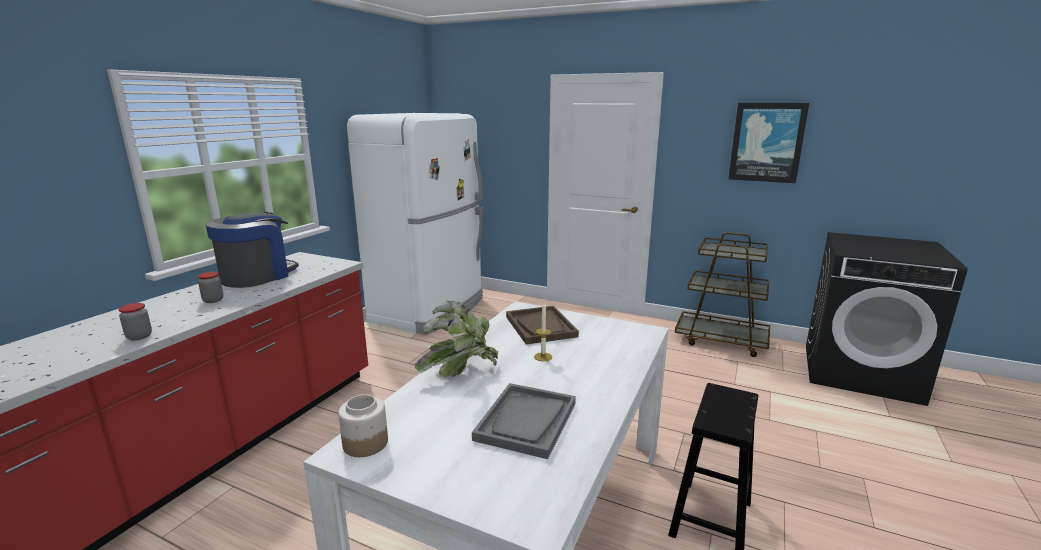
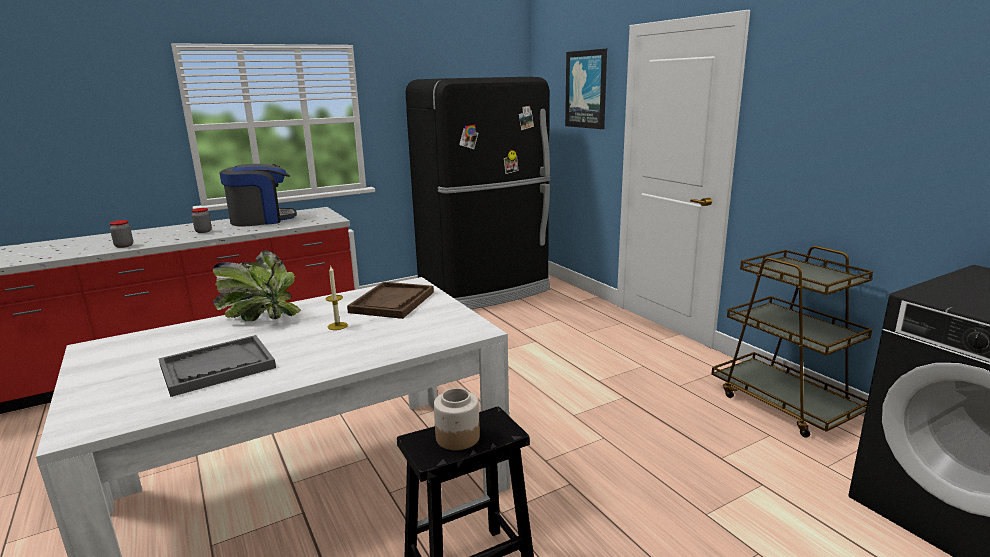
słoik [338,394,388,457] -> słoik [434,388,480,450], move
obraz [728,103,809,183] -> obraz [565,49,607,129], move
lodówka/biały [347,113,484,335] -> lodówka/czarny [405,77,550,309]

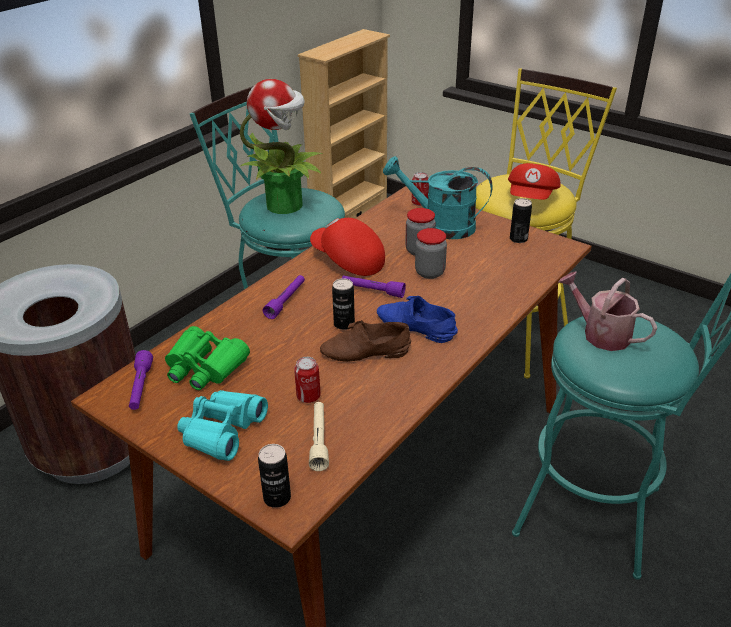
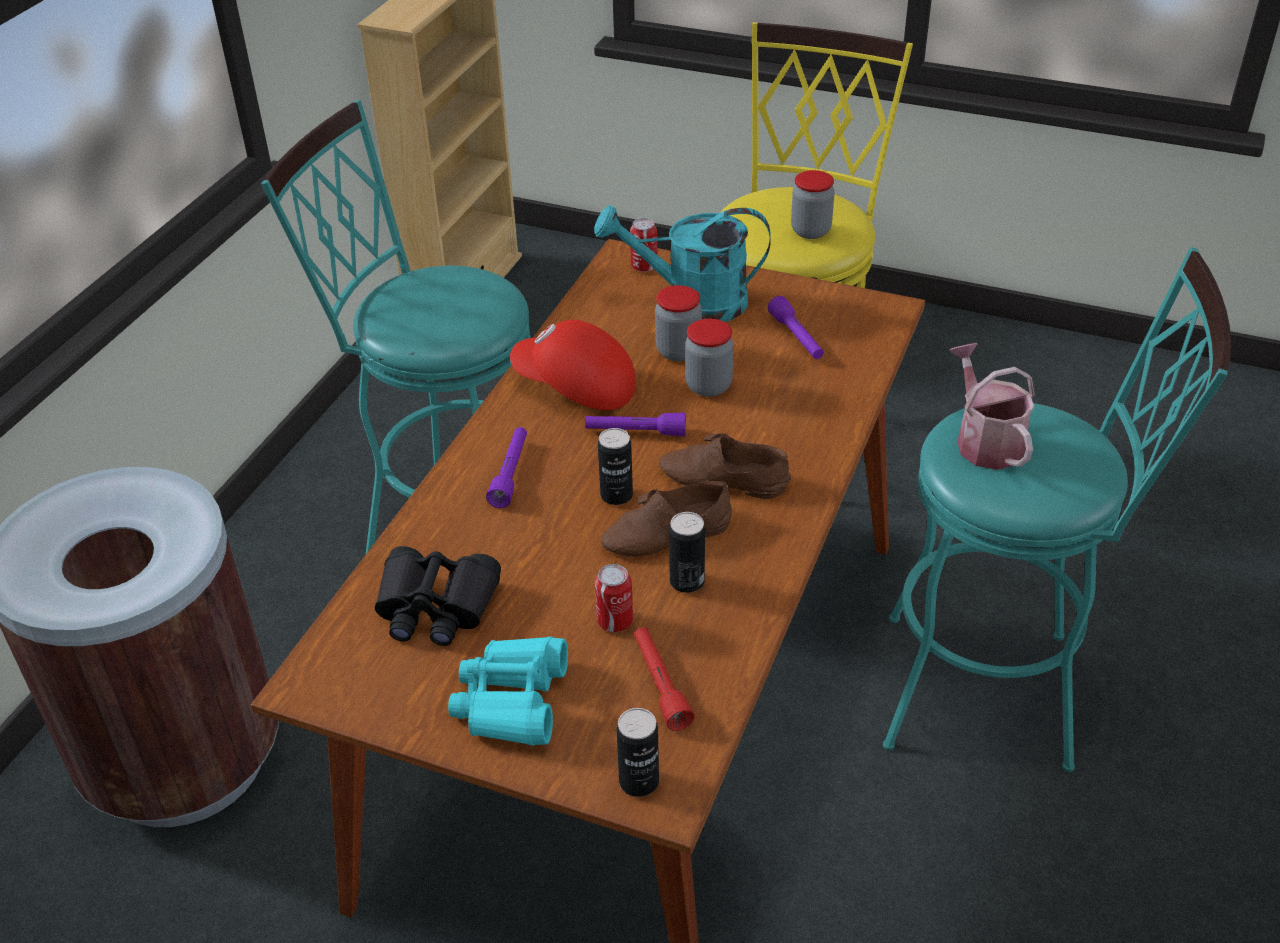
roślina doniczkowa [240,79,322,214] -> none
latarka/fioletowy [129,350,153,410] -> latarka/fioletowy [768,296,824,359], move
puszka [510,198,532,243] -> puszka [669,512,705,593], move
czapka z daszkiem/czerwony [508,163,561,200] -> słoik [791,170,835,239]
lornetka/zielony [165,326,250,390] -> lornetka/czarny [375,546,501,646]
latarka/beżowy [309,402,329,471] -> latarka/czerwony [634,627,695,731]
but/niebieski [377,296,458,343] -> but/brązowy [659,433,791,499]
konewka [558,271,658,351] -> konewka [949,343,1035,470], 45 degrees clockwise

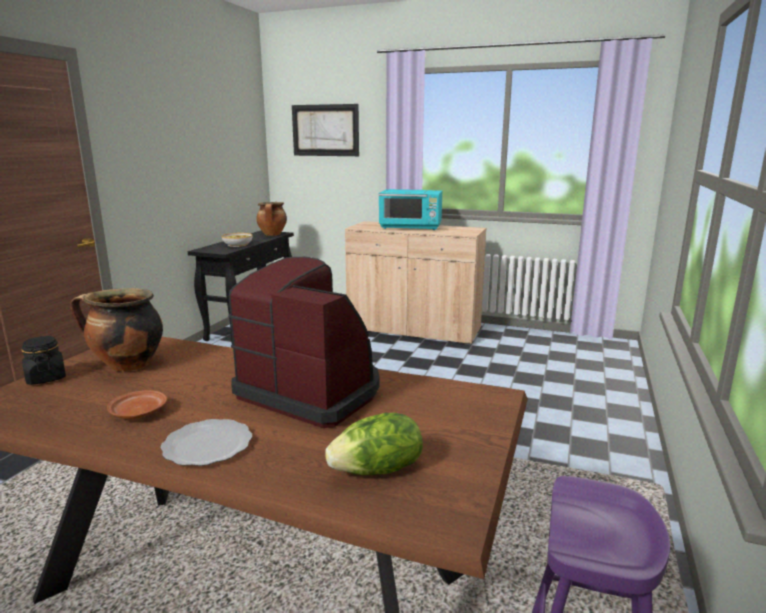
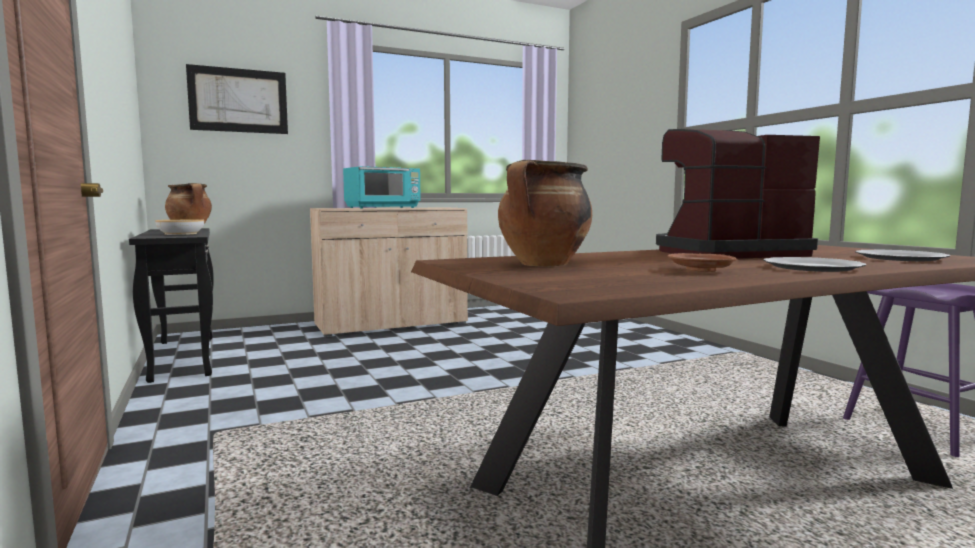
słoik/czarny [22,336,66,385] -> none
sałata [325,413,423,475] -> talerz [855,250,950,261]

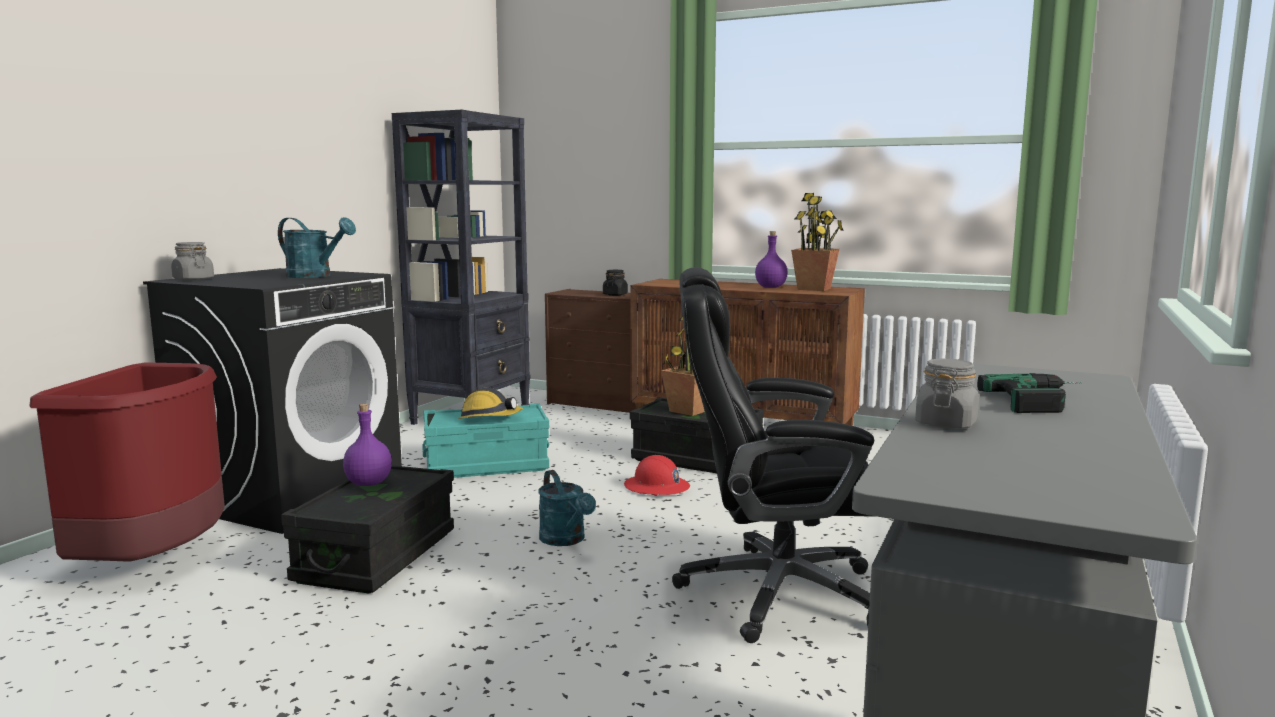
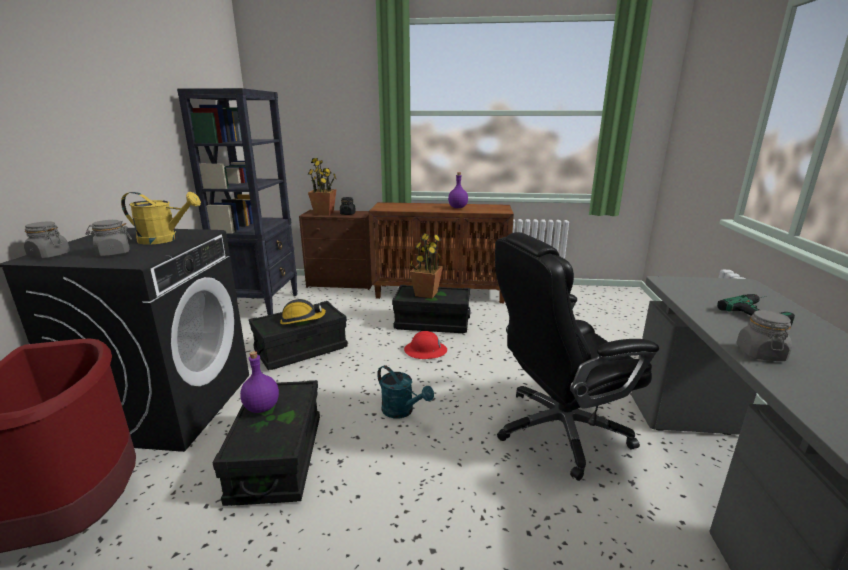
none -> słoik/szary [86,220,132,256]
roślina doniczkowa [791,193,844,291] -> roślina doniczkowa [308,158,337,215], move
konewka/turkusowy [278,217,356,278] -> konewka/żółty [121,192,201,245]
pojemnik do przechowywania/turkusowy [422,404,549,478] -> pojemnik do przechowywania/czarny [249,301,348,370]

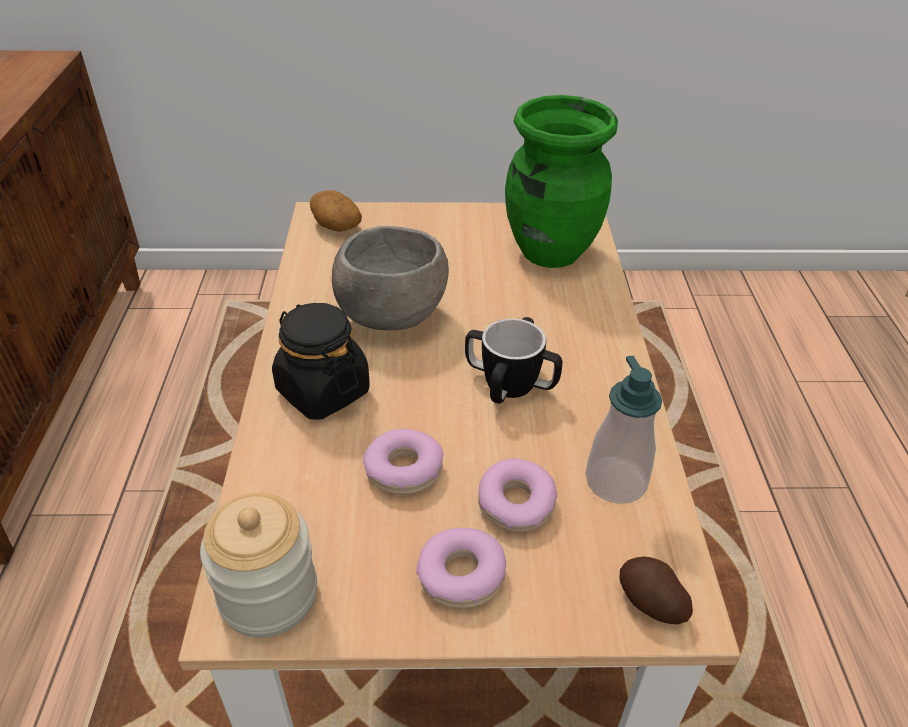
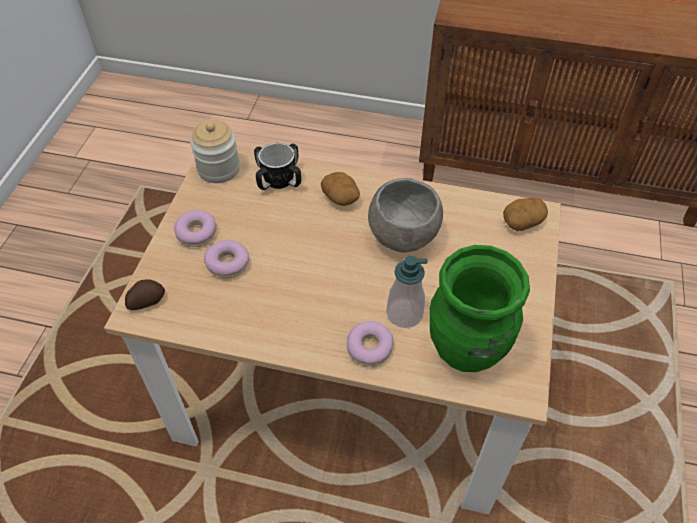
donut [363,429,443,495] -> donut [347,321,393,366], move
kubek [465,317,563,403] -> kubek [254,143,301,190], move
dozownik mydła [585,356,662,504] -> dozownik mydła [386,256,428,328], move
słoik/czarny [272,303,370,420] -> ziemniak [321,172,360,206]

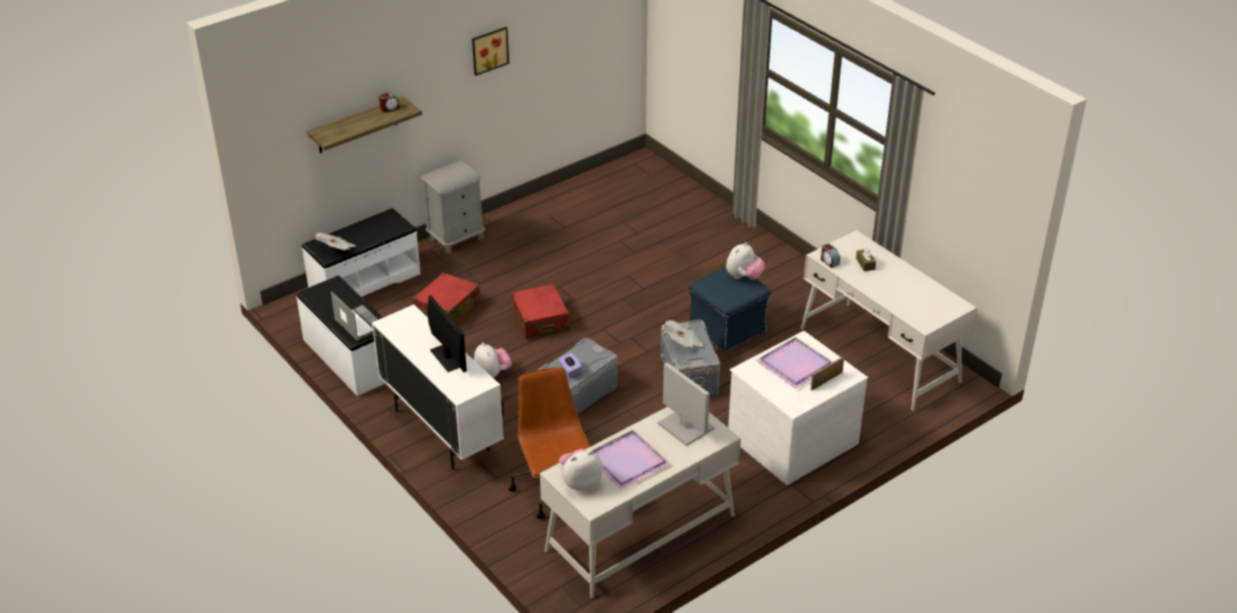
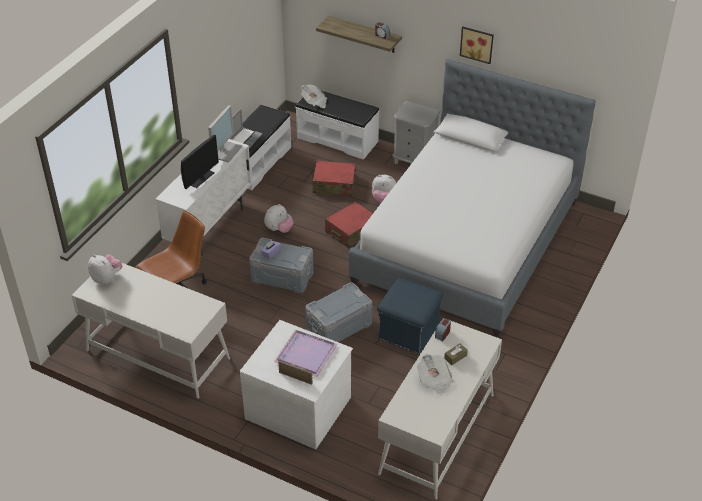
taca/fioletowy [592,430,670,490] -> none
none -> łóżko [348,59,596,337]
monitor [658,362,715,446] -> monitor [208,105,242,163], move
gazeta [662,320,703,348] -> gazeta [417,354,453,395], move
pluszak [726,242,765,280] -> pluszak [372,175,396,203], move

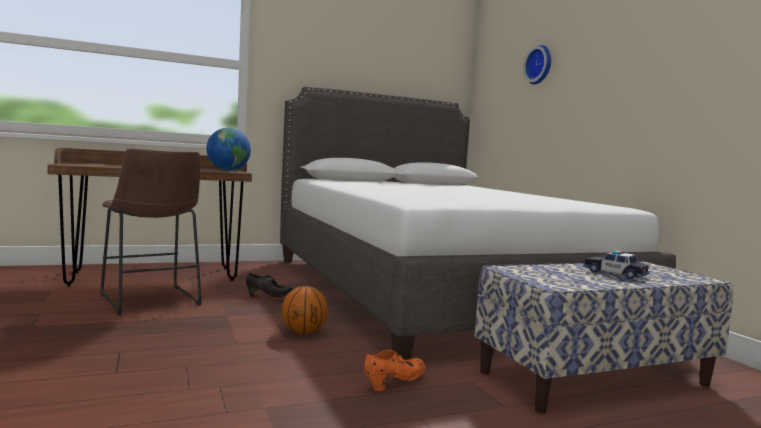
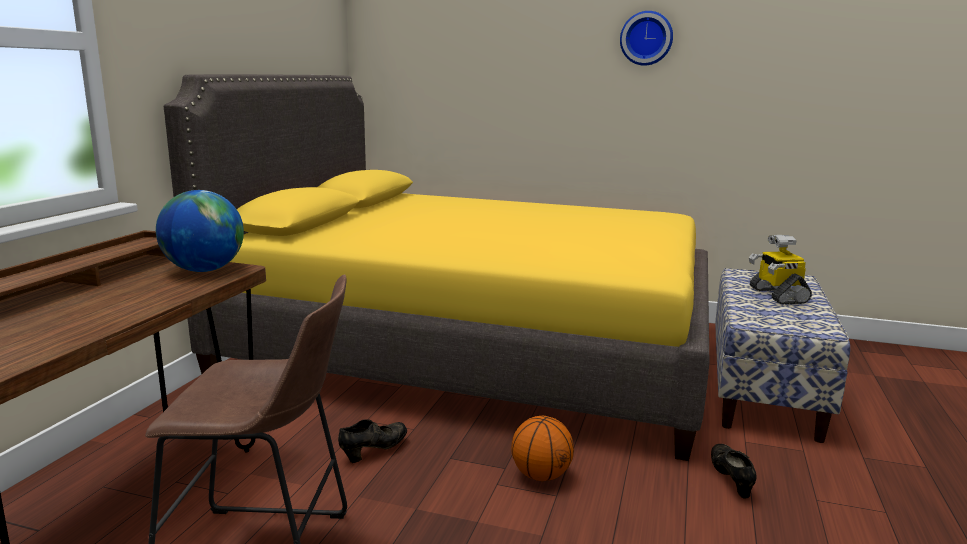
zegar ścienny [523,44,551,84] -> zegar ścienny [620,11,673,66], move
samochodzik [583,250,649,279] -> robot zabawkowy [749,235,812,304]
łóżko/biały [280,86,676,360] -> łóżko/żółty [163,74,709,461]
but/pomarańczowy [364,350,426,391] -> but/czarny [711,444,757,499]

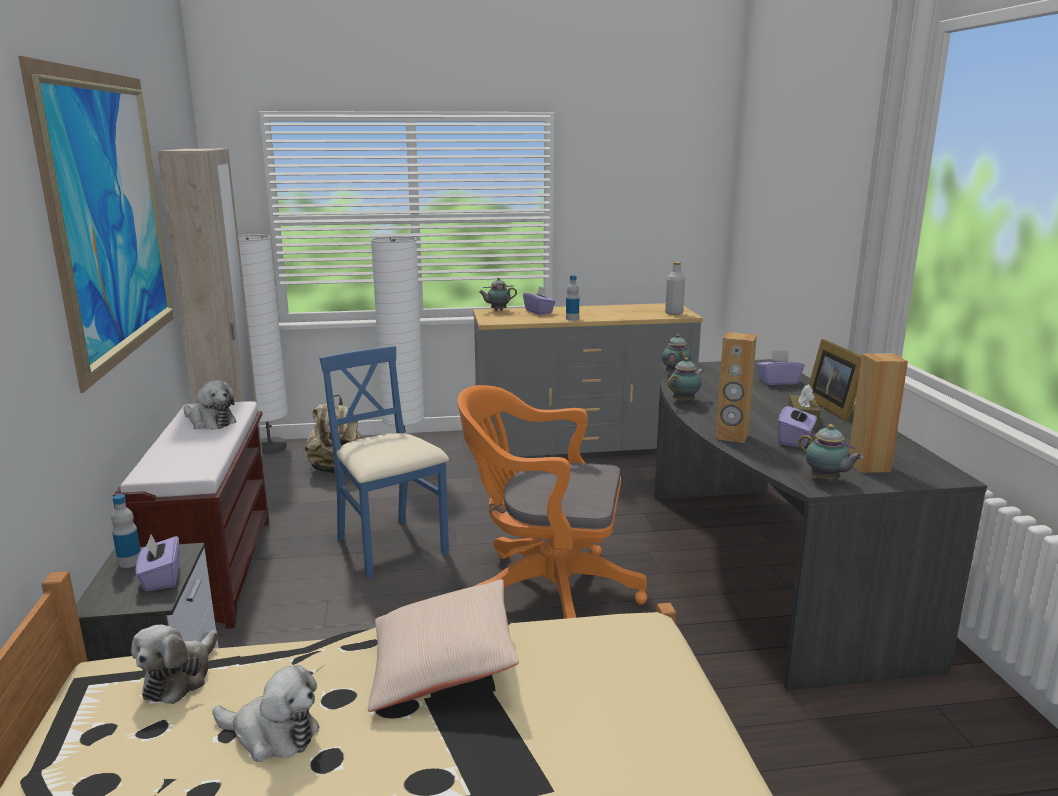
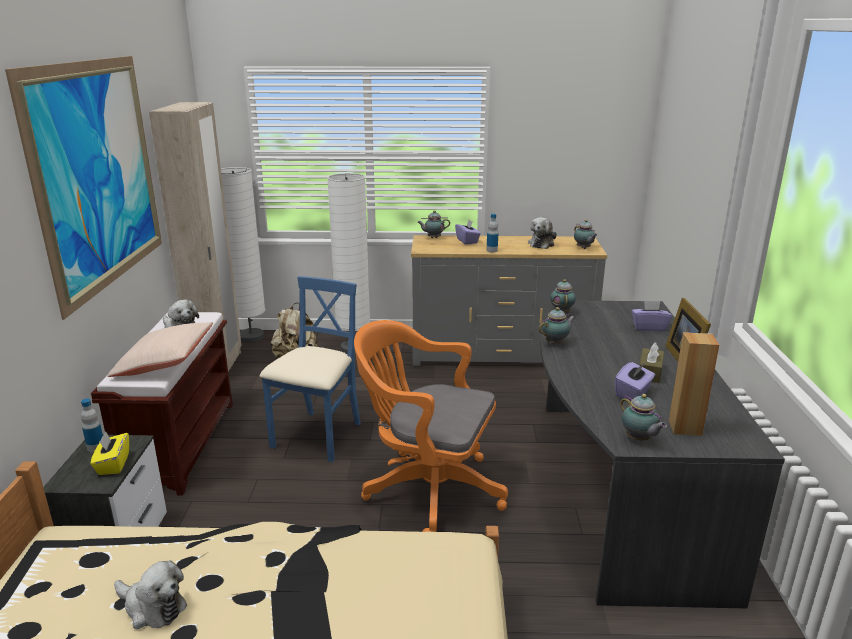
głośnik/brązowy [715,332,757,443] -> none
pluszak [131,625,218,704] -> pluszak [528,217,557,249], move
poduszka/beżowy [368,579,519,712] -> poduszka/beżowy [107,322,213,377], move
butelka/szary [665,262,685,315] -> imbryk [574,220,597,249]
pudełko chusteczek/fioletowy [136,534,180,591] -> pudełko chusteczek/żółty [90,431,129,475]
krzesło/niebieski [320,346,449,579] -> krzesło/niebieski [260,276,360,462], 45 degrees clockwise

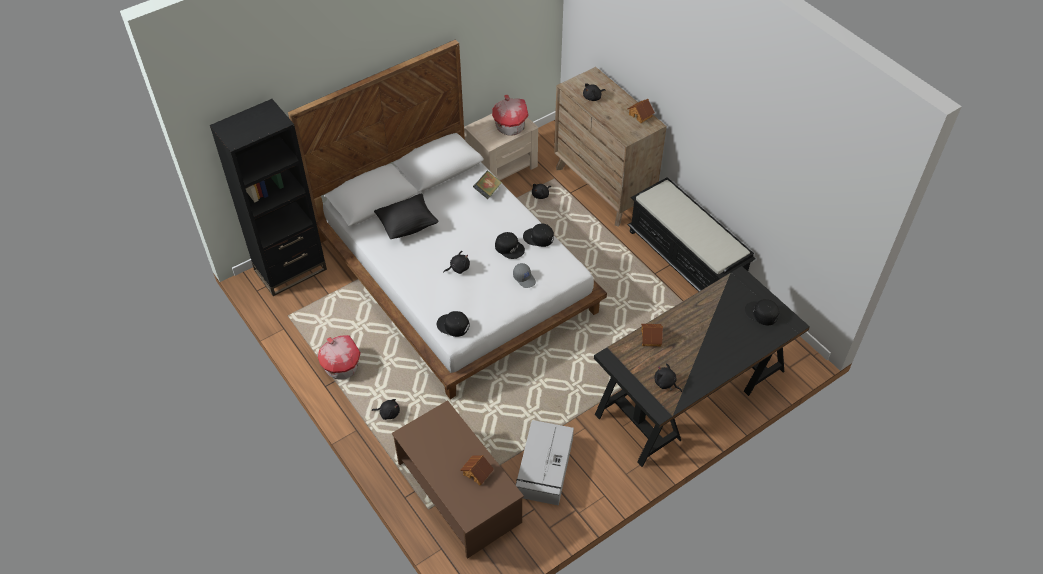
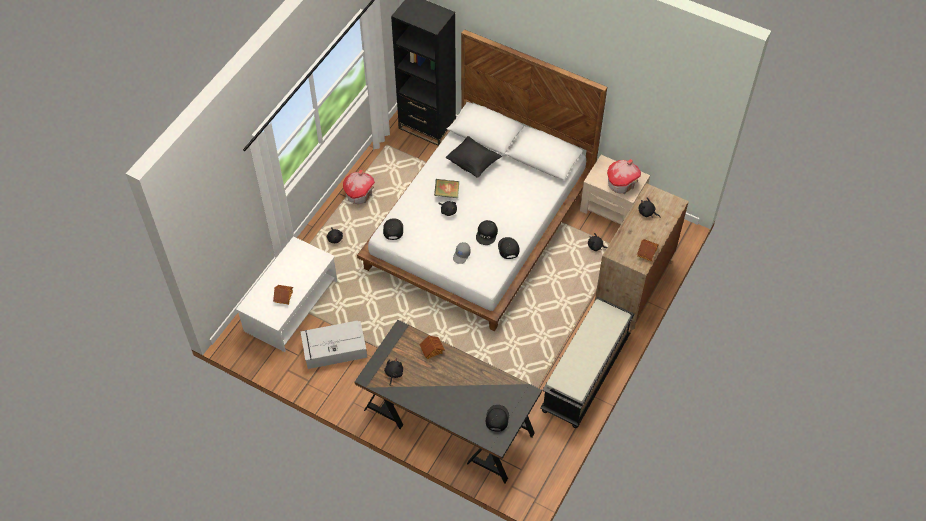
książka [473,171,502,199] -> książka [434,179,459,198], move
ława/brązowy [392,400,524,559] -> ława/biały [236,236,337,352]

